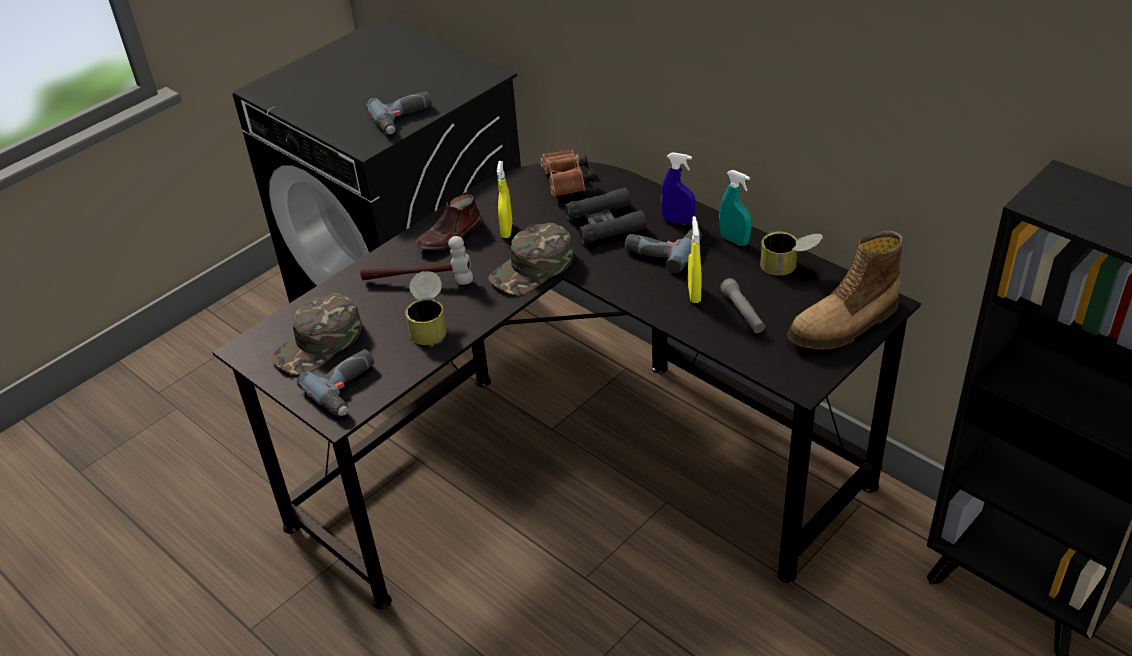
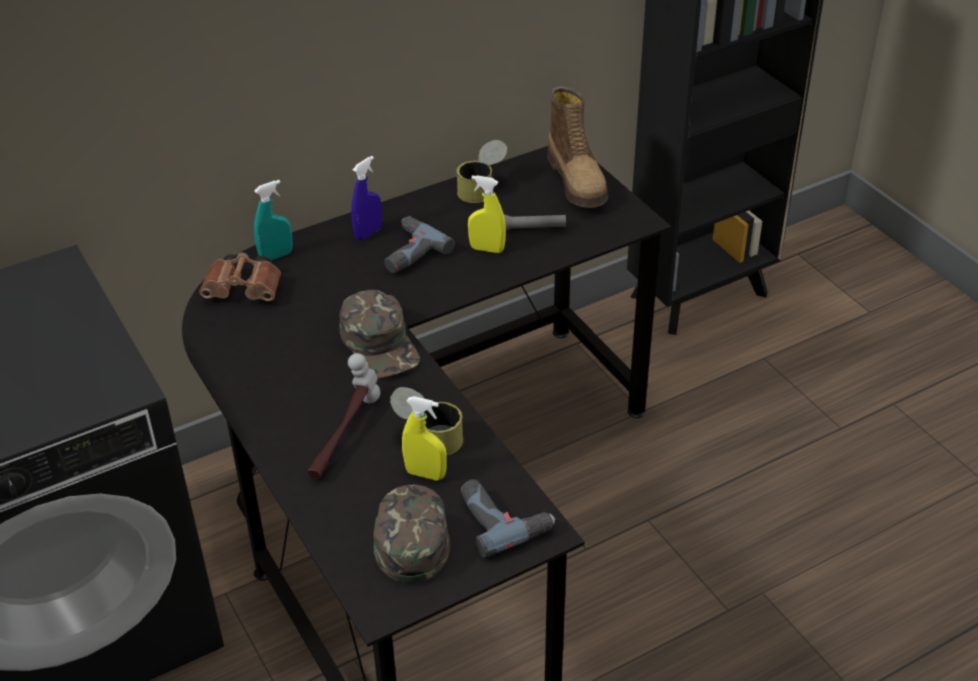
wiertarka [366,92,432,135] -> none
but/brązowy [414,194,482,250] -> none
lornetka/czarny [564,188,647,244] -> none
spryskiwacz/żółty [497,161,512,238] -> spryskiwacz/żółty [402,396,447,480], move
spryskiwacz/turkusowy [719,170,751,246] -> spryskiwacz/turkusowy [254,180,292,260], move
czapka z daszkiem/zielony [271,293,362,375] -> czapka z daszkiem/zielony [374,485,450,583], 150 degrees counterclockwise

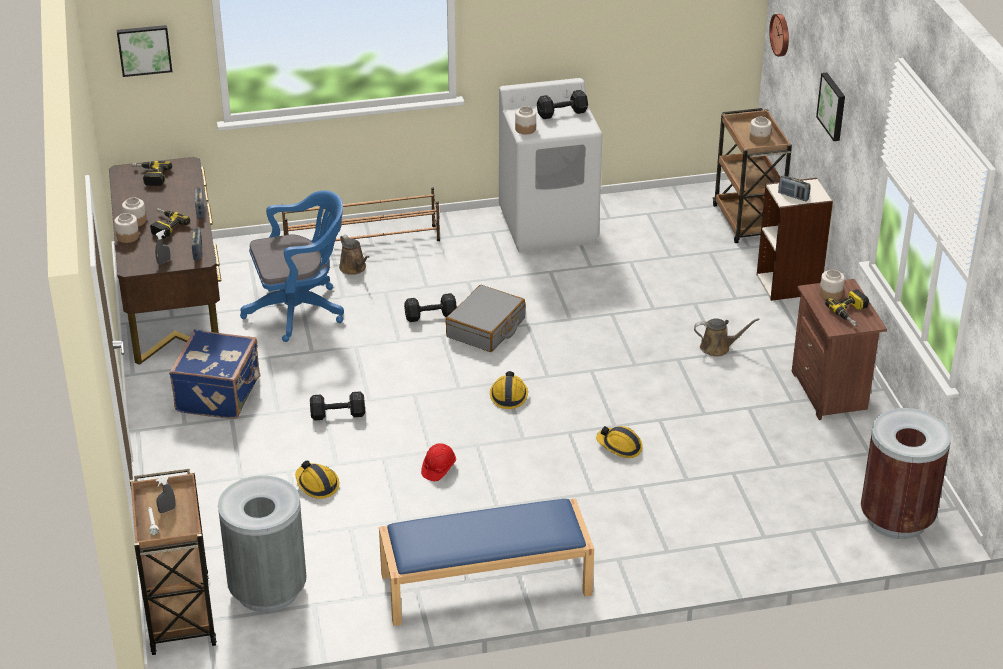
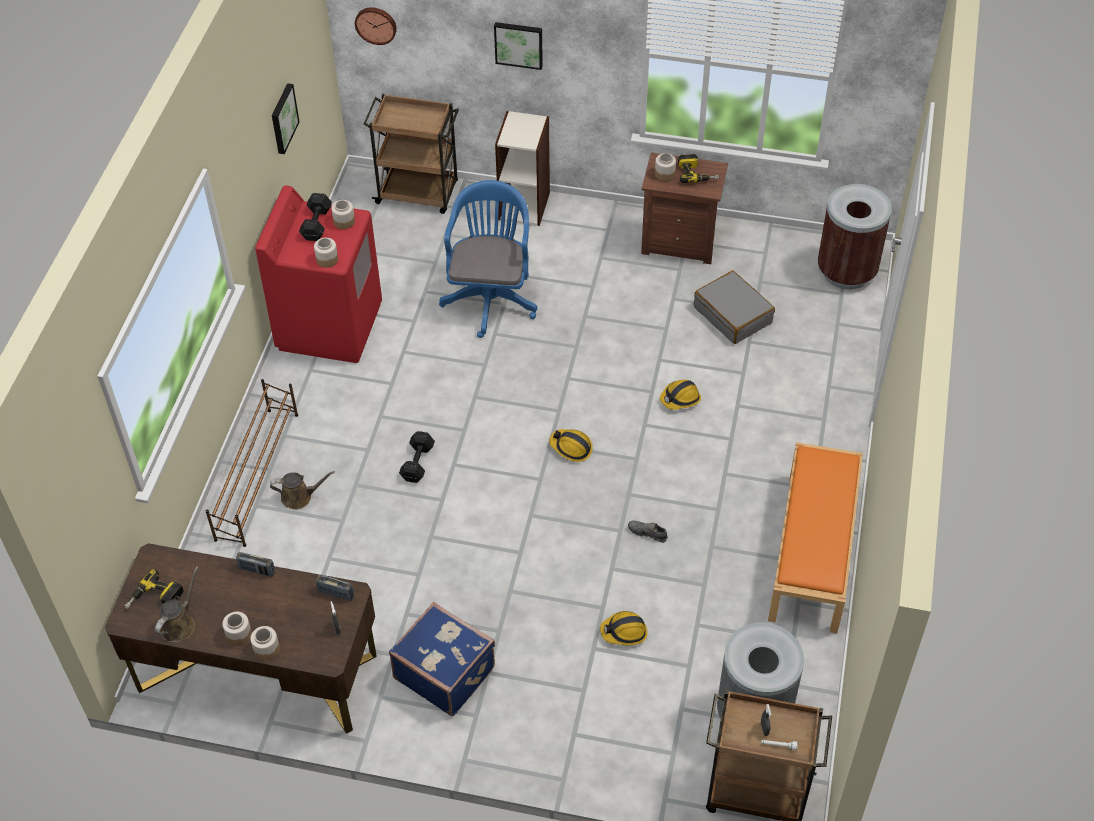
wiertarka [150,208,190,239] -> none
hantel/czarny [310,391,365,420] -> none
radio [778,176,811,201] -> none
obraz [117,25,172,77] -> obraz [272,83,300,154], move
krzesło biurowe/niebieski [240,190,344,342] -> krzesło biurowe/niebieski [439,180,537,338], move
walizka/szary [446,285,525,352] -> walizka/szary [694,270,775,344], move
konewka/brązowy [694,318,760,357] -> konewka/brązowy [155,566,199,643], move
słoik [749,117,771,144] -> słoik [331,200,355,229], move
kask/czerwony [421,443,456,481] -> but/szary [628,520,668,543]
ławka/niebieski [379,499,594,626] -> ławka/pomarańczowy [768,442,863,634]
pralka/biały [499,78,602,253] -> pralka/czerwony [255,186,382,363]

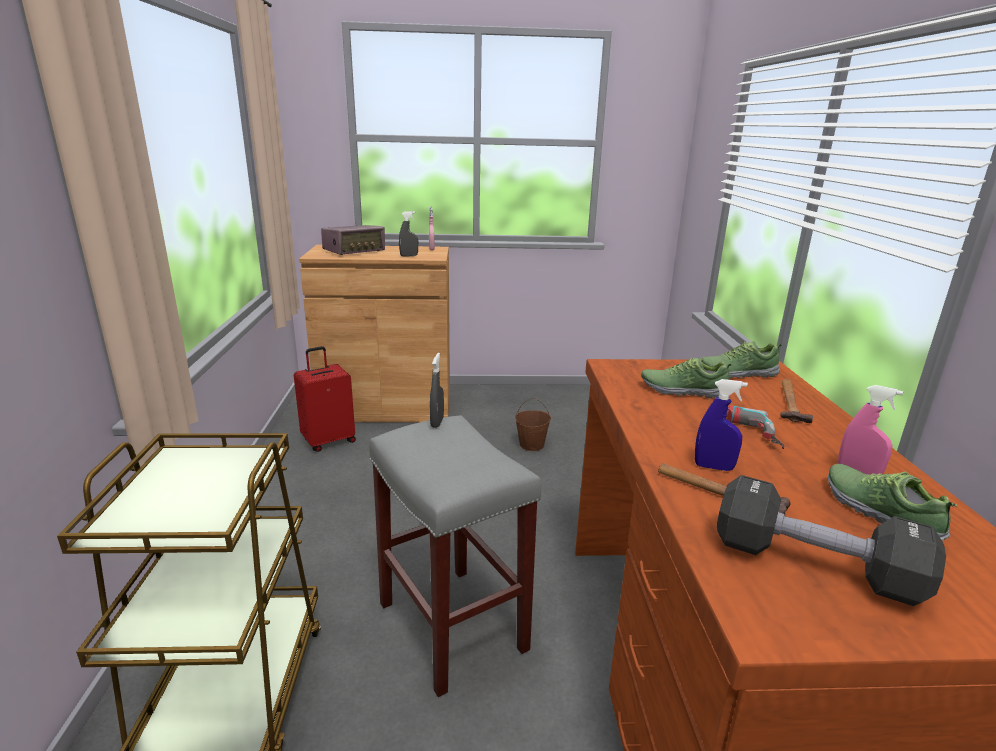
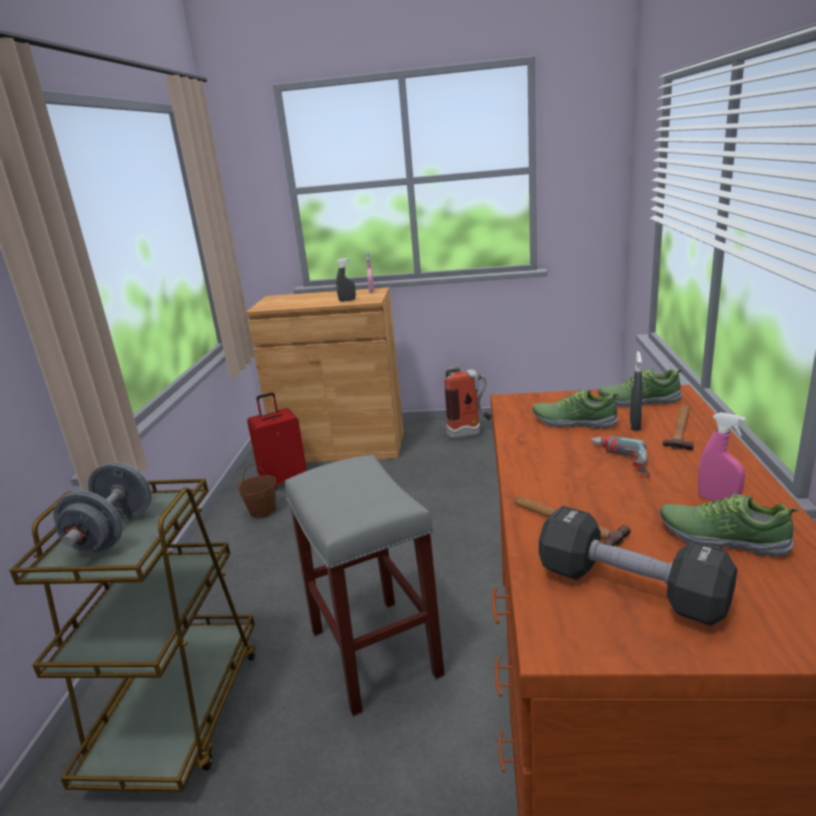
radio [321,225,385,255] -> none
spryskiwacz/niebieski [695,379,748,471] -> none
none -> hantel/szary [53,462,152,552]
none -> gaśnica [444,364,492,439]
spryskiwacz/szary [430,353,444,428] -> spryskiwacz/szary [630,351,642,431], move
wiadro/brązowy [515,398,551,451] -> wiadro/brązowy [238,464,276,518], move
but [828,464,957,541] -> but [660,493,799,558], 45 degrees counterclockwise

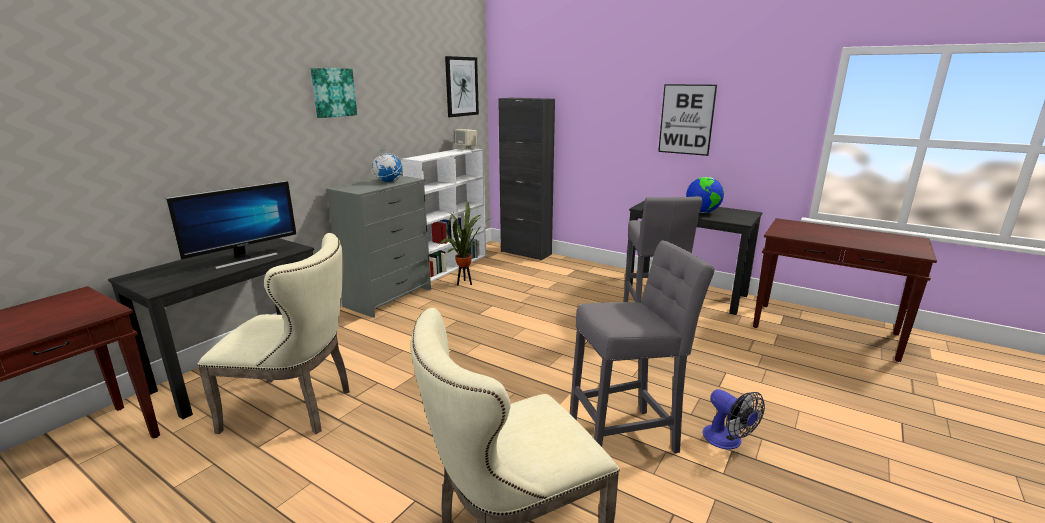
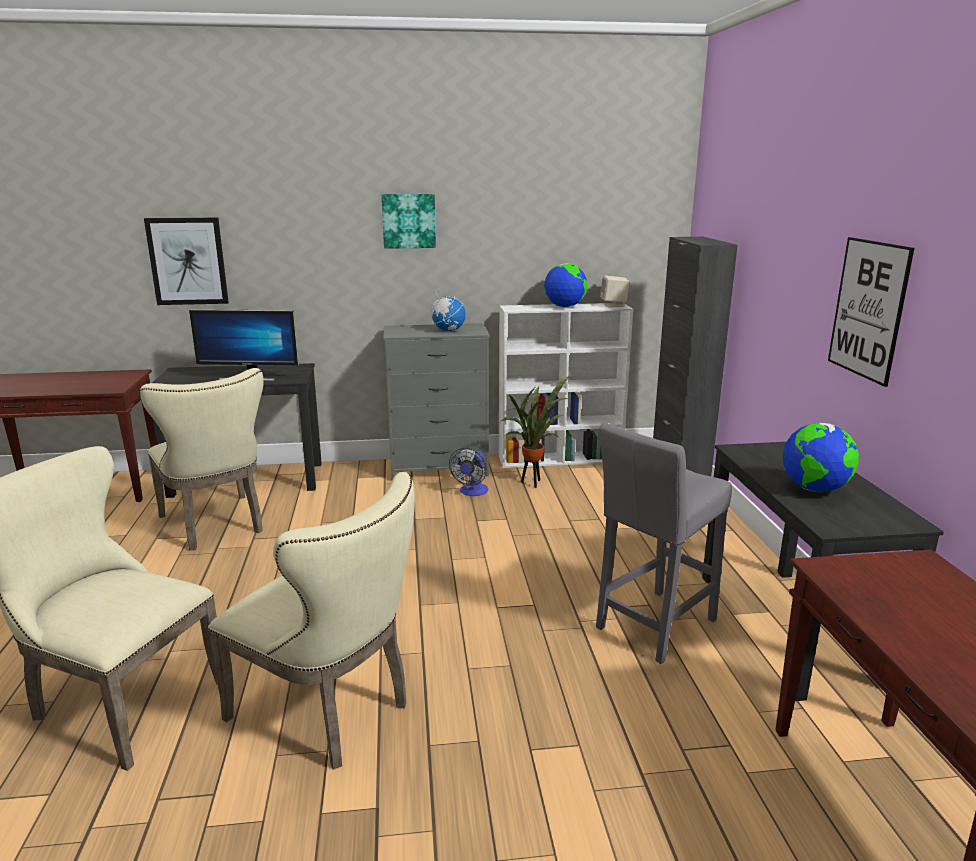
none -> globus [544,263,588,307]
obraz [445,56,479,117] -> obraz [144,218,229,305], move
wentylator [702,389,765,450] -> wentylator [449,448,488,496], move
stołek/szary [570,240,714,453] -> krzesło/beżowy [208,472,415,770]

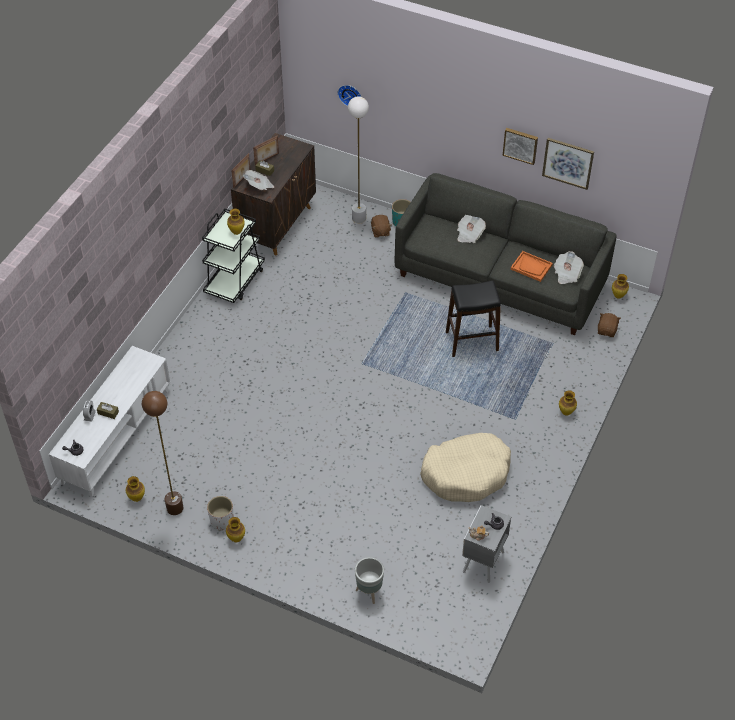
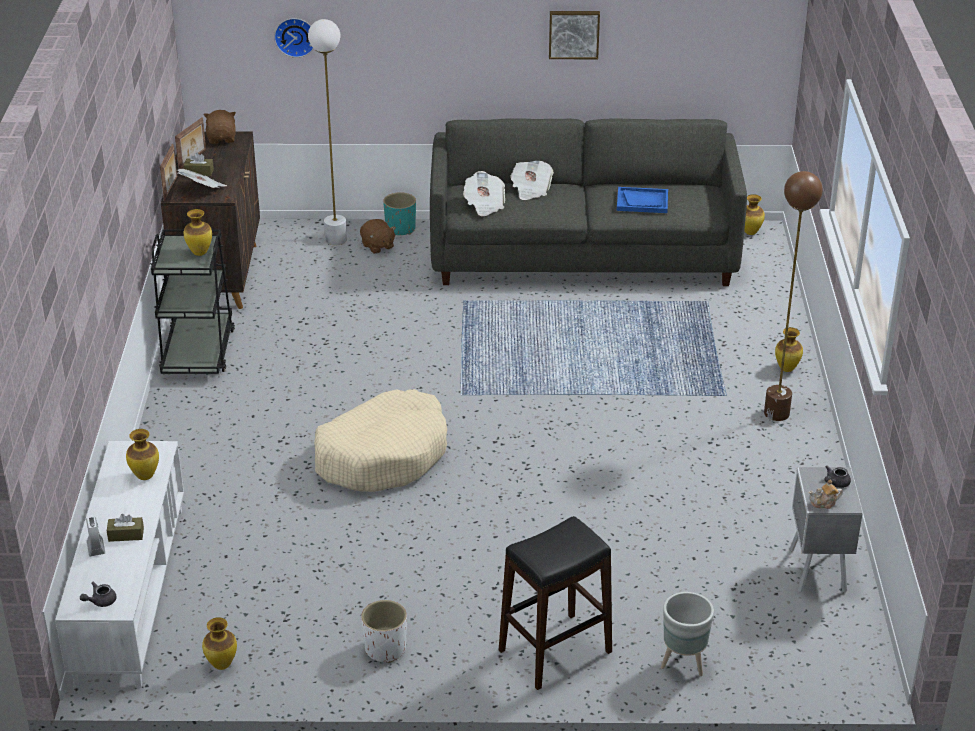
obraz [542,138,594,190] -> none
lampa stojąca/brązowy [142,391,184,515] -> lampa stojąca/brązowy [764,171,823,421], move
wazon [226,517,245,542] -> wazon [126,429,159,480], move
legowisko/beżowy [420,433,511,502] -> legowisko/beżowy [314,389,447,492], move
stołek/czarny [446,281,501,357] -> stołek/czarny [499,516,612,690], move
gazeta [554,251,584,284] -> gazeta [463,171,505,216], move
pluszak/brązowy [598,313,621,337] -> pluszak/brązowy [204,110,236,144], move
taca/pomarańczowy [511,251,553,282] -> taca/niebieski [617,187,668,213]

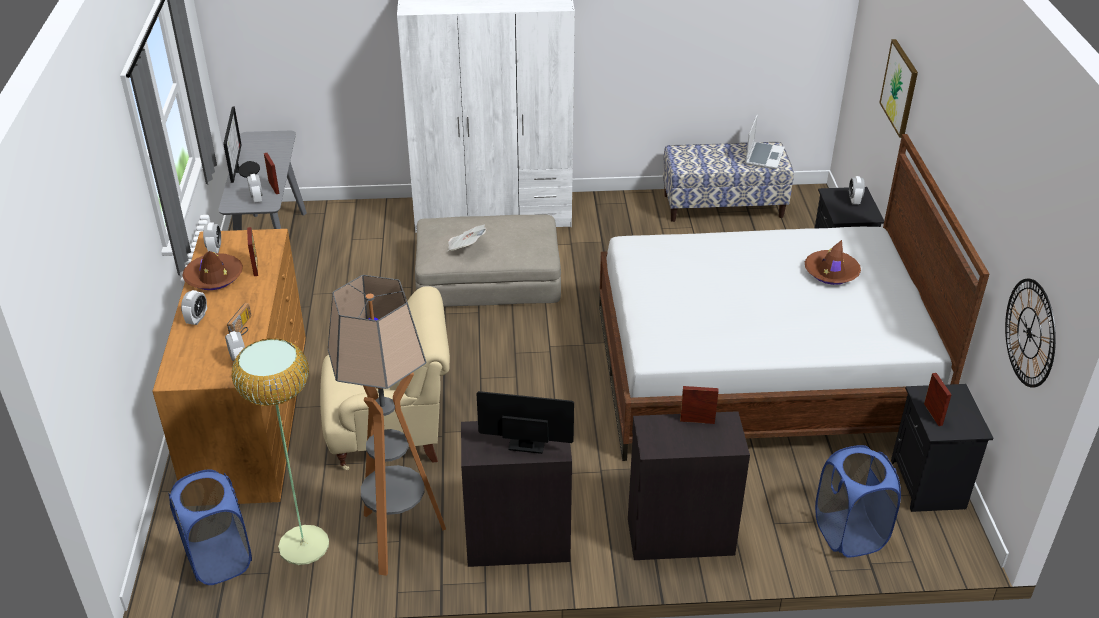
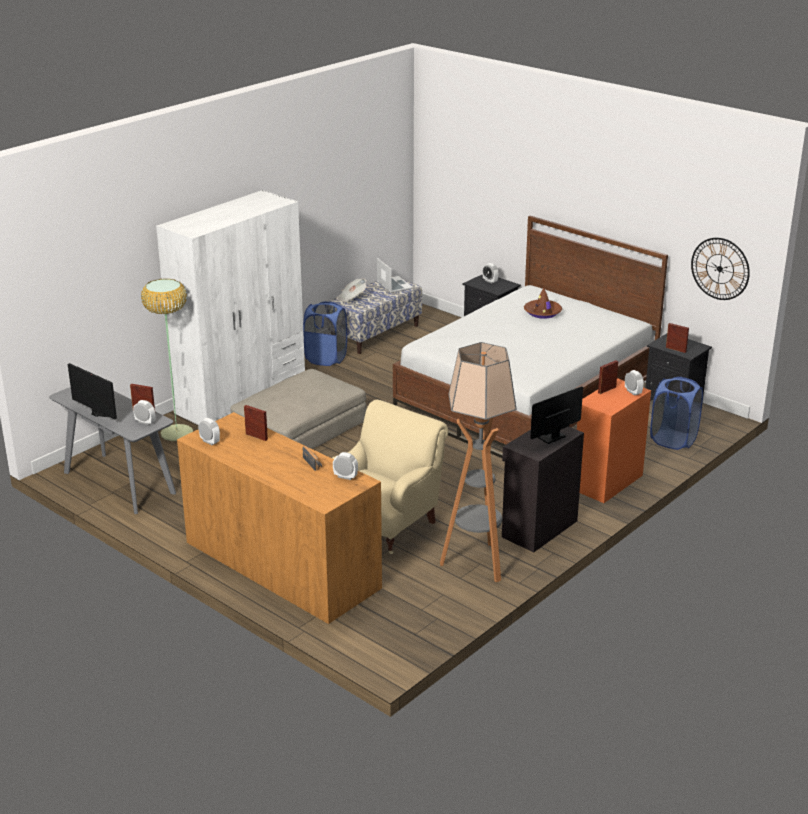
kapelusz/brązowy [182,251,243,290] -> none
obraz [879,39,918,138] -> none
kosz na pranie/niebieski [168,469,252,585] -> kosz na pranie/niebieski [303,301,347,366], move
budzik [181,290,207,325] -> budzik [625,370,644,396], move
lampa stojąca [232,339,329,565] -> lampa stojąca [141,279,193,441], move
gazeta [447,225,486,251] -> gazeta [336,279,367,302], move
szafka/czarny [628,411,750,560] -> szafka/pomarańczowy [577,378,651,503]

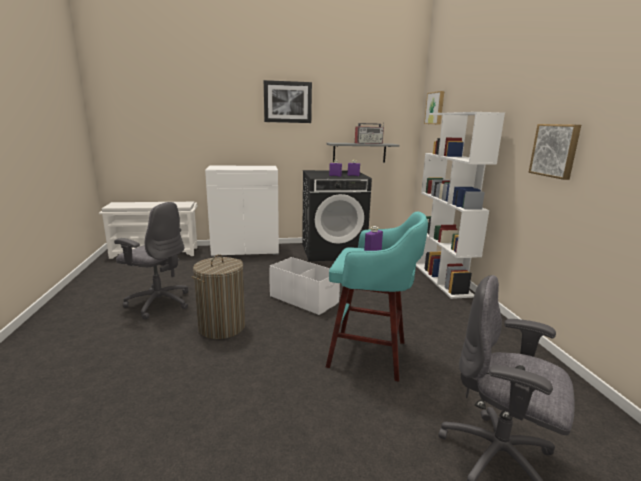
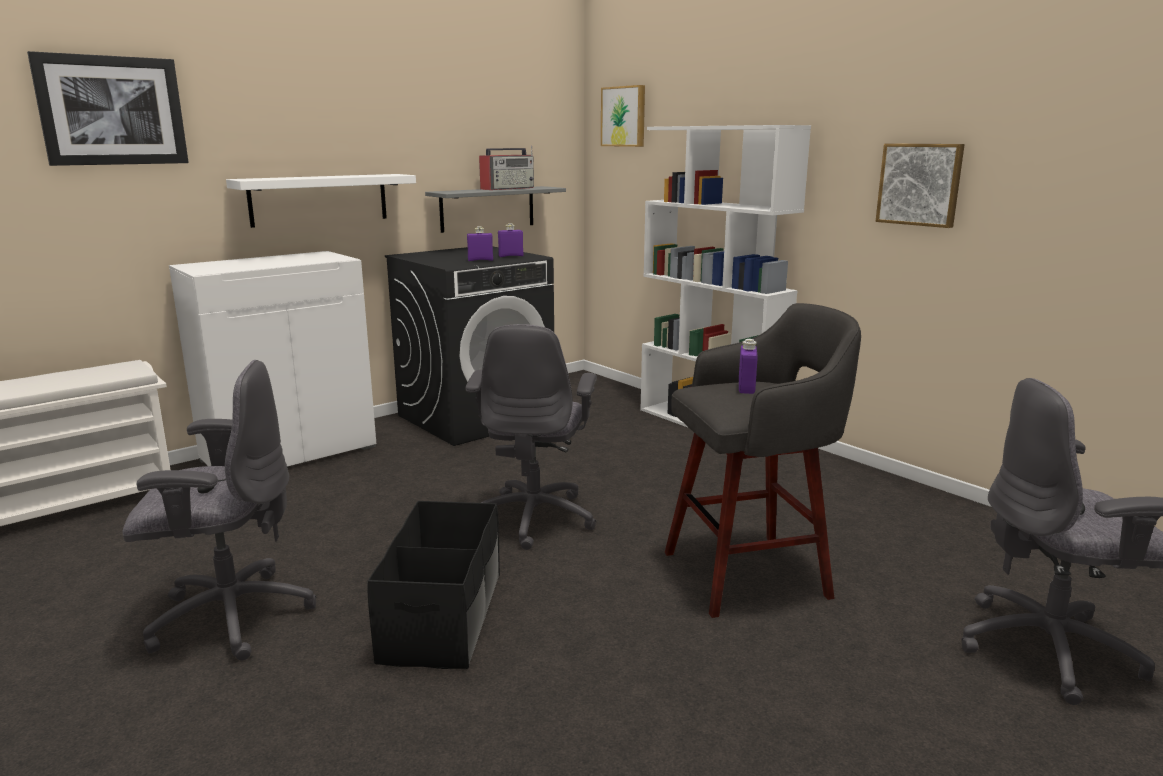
none -> półka/biały [226,174,416,228]
obraz [264,80,312,123] -> obraz [27,51,189,166], move
kosz na pranie [191,254,245,339] -> pojemnik do przechowywania/czarny [367,501,500,669]
pojemnik do przechowywania/biały [269,257,340,315] -> krzesło biurowe/szary [466,324,597,550]
stołek/turkusowy [326,212,428,382] -> stołek/szary [665,303,861,618]

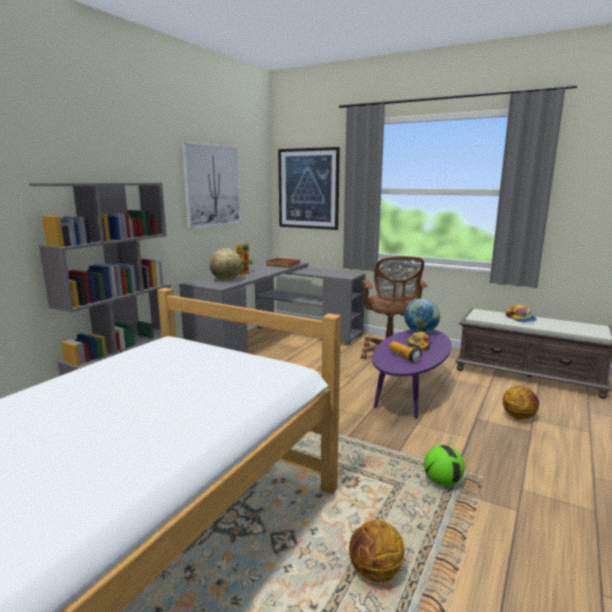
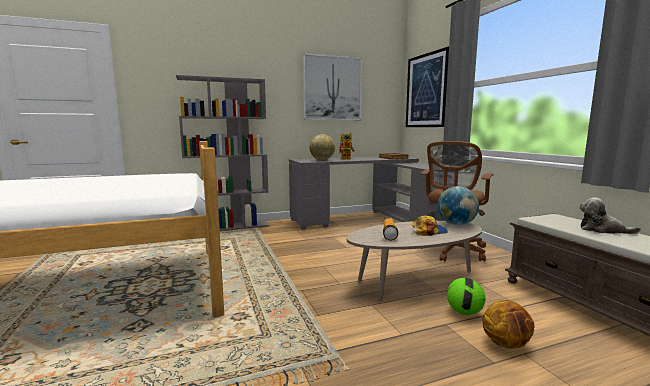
piłka do koszykówki [349,519,405,582] -> none
piłka futbolowa [424,445,465,486] -> piłka futbolowa [447,278,485,315], move
czapka z daszkiem [506,304,537,322] -> pluszak [579,198,641,234]
ława/fioletowy [372,330,452,419] -> ława/beżowy [347,221,482,301]

